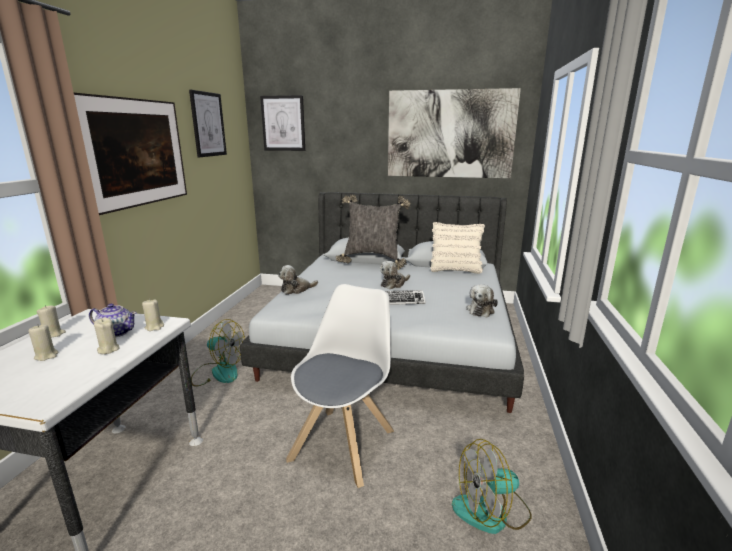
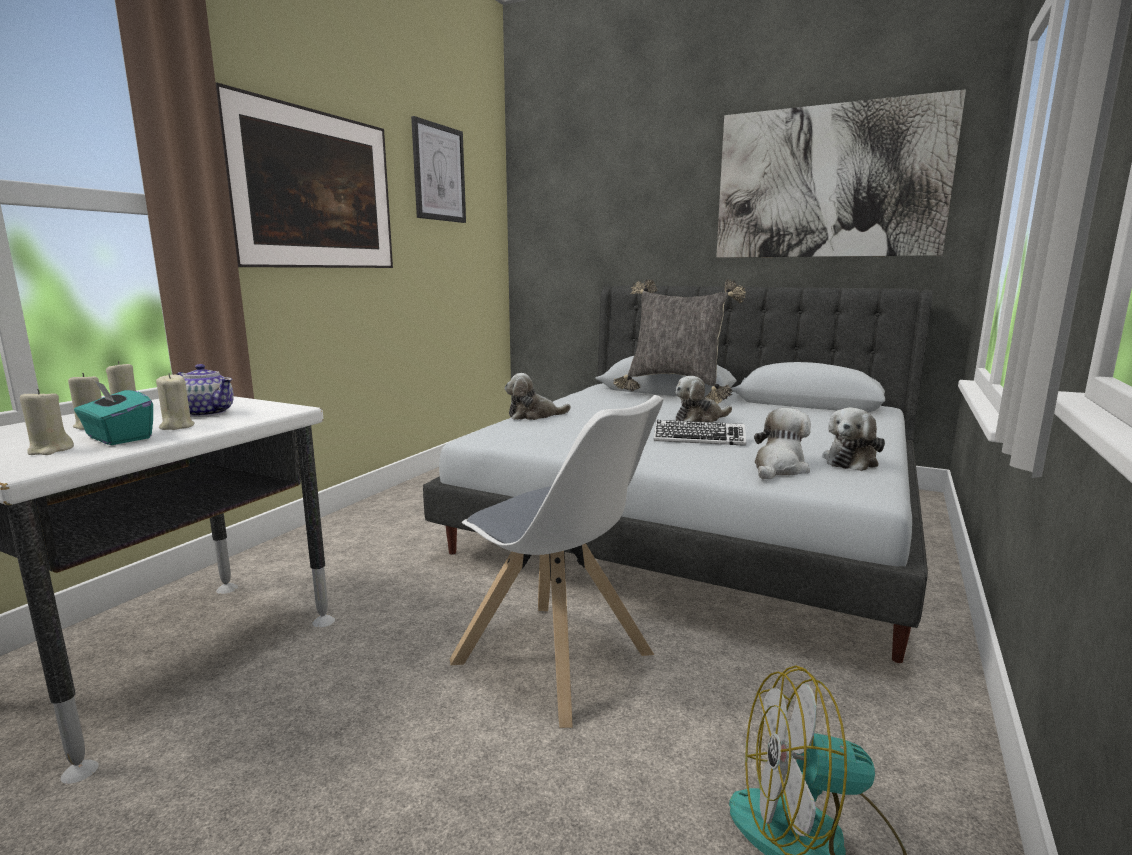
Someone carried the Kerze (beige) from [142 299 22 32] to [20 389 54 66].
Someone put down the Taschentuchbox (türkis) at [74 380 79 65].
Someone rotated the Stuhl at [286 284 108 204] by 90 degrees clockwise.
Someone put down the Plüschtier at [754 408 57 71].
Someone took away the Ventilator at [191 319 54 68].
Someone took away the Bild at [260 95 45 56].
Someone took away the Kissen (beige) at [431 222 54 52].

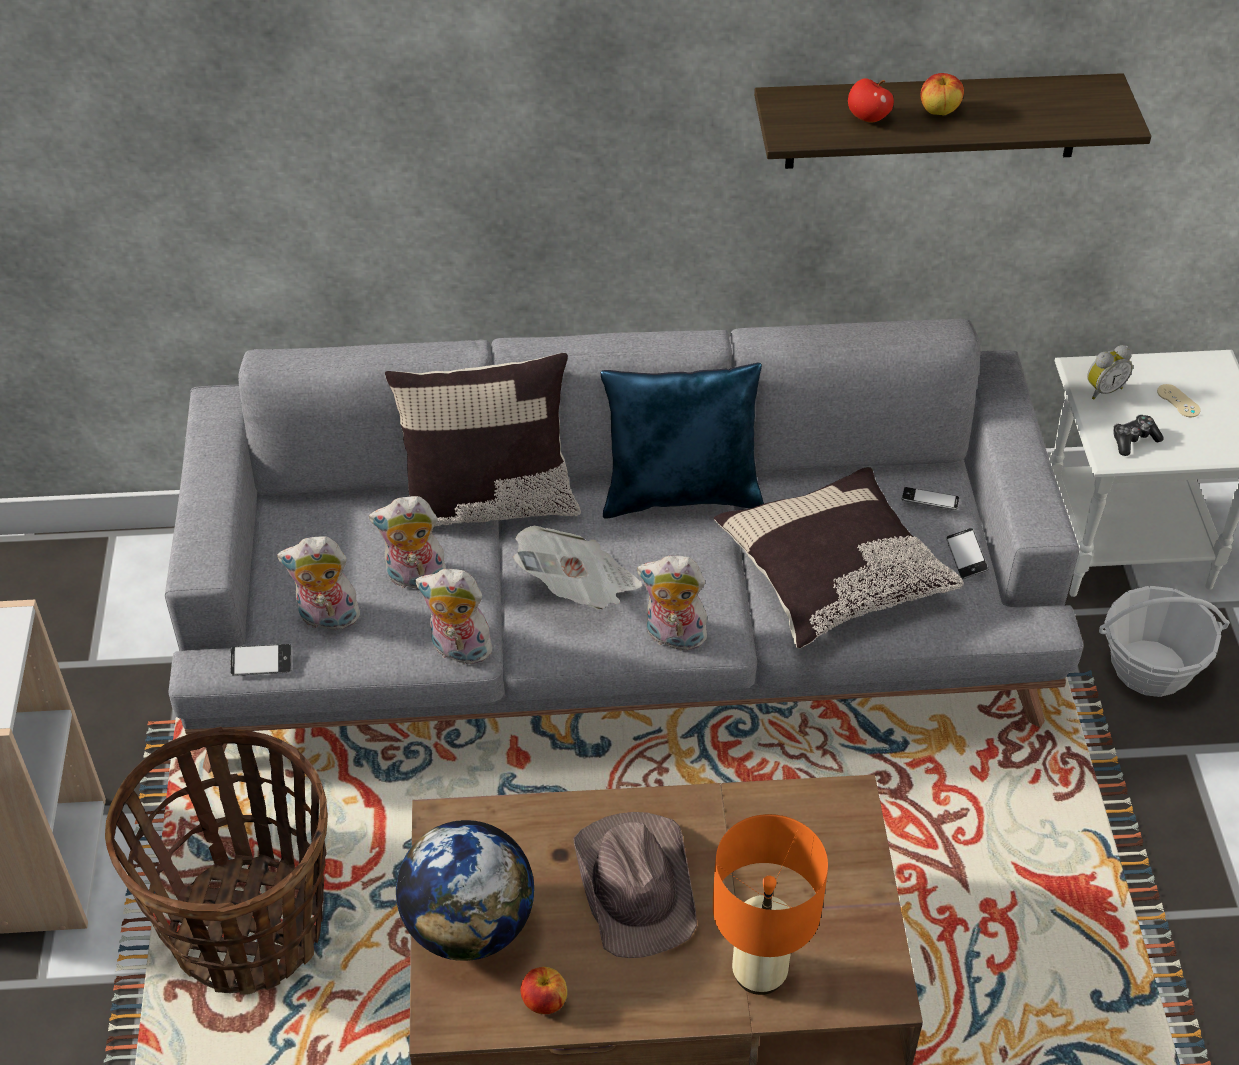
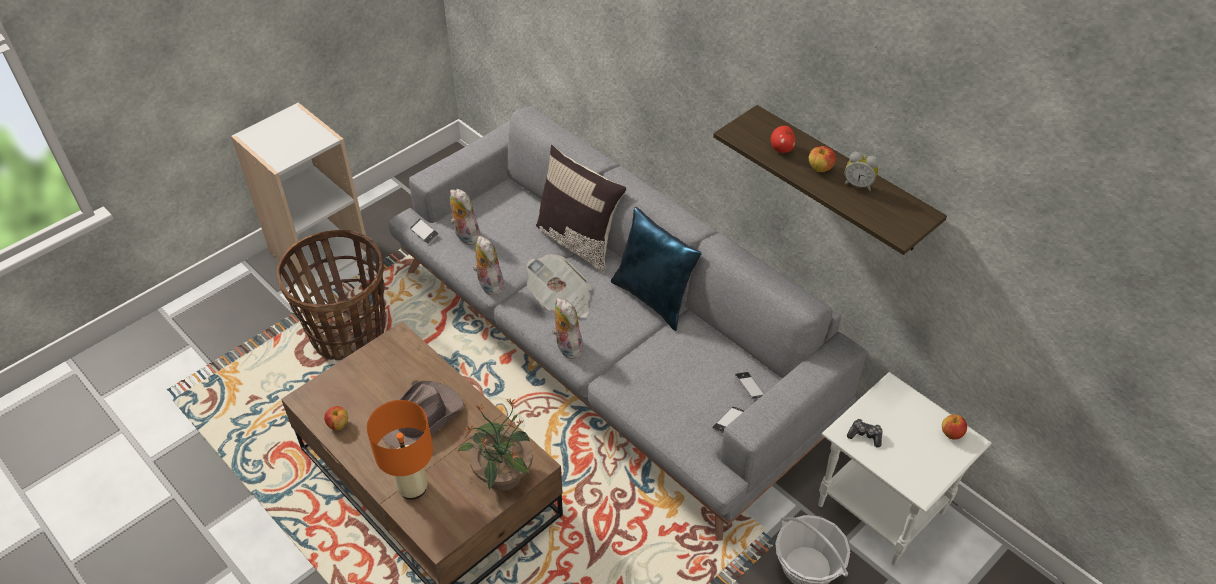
Someone put down the Topfpflanze at [458 399 75 92].
Someone carried the Wecker from [1087 345 46 55] to [844 152 35 39].
Someone put down the Apfel at [942 415 25 25].
Someone took away the Plüschtier at [369 496 77 93].
Someone took away the Globus at [396 820 138 141].
Someone took away the Kissen at [714 467 250 181].
Someone took away the Gamepad (beige) at [1157 384 44 33].

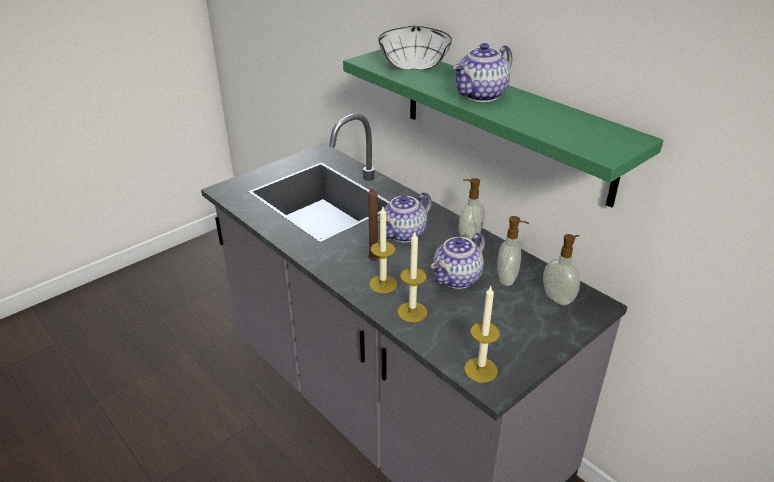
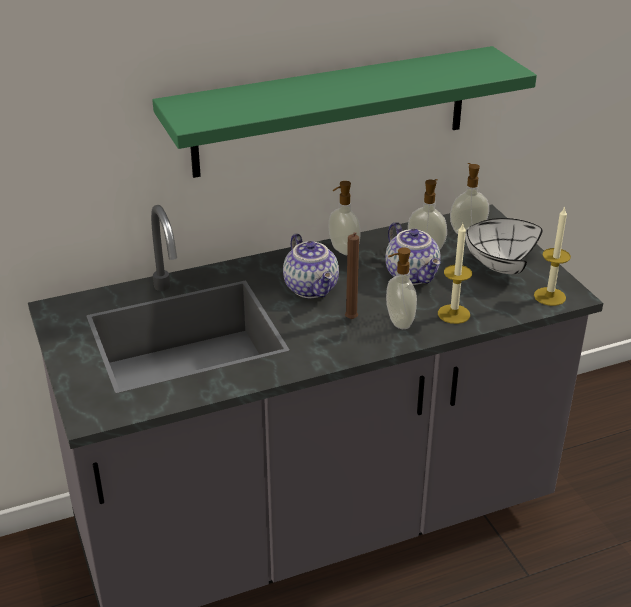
Someone swapped the Kerze at [369 207 28 86] for the Seifenspender at [386 247 31 82].
Someone carried the Schüssel (weiß) from [378 26 74 44] to [465 218 78 56].
Someone took away the Teekanne at [453 43 60 59].

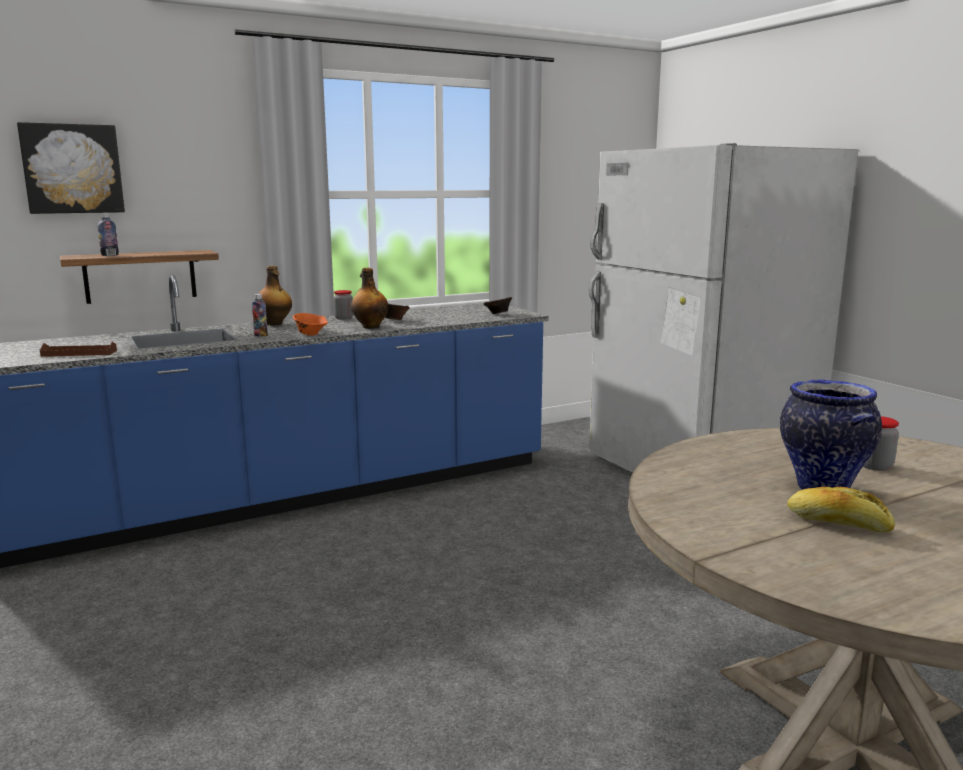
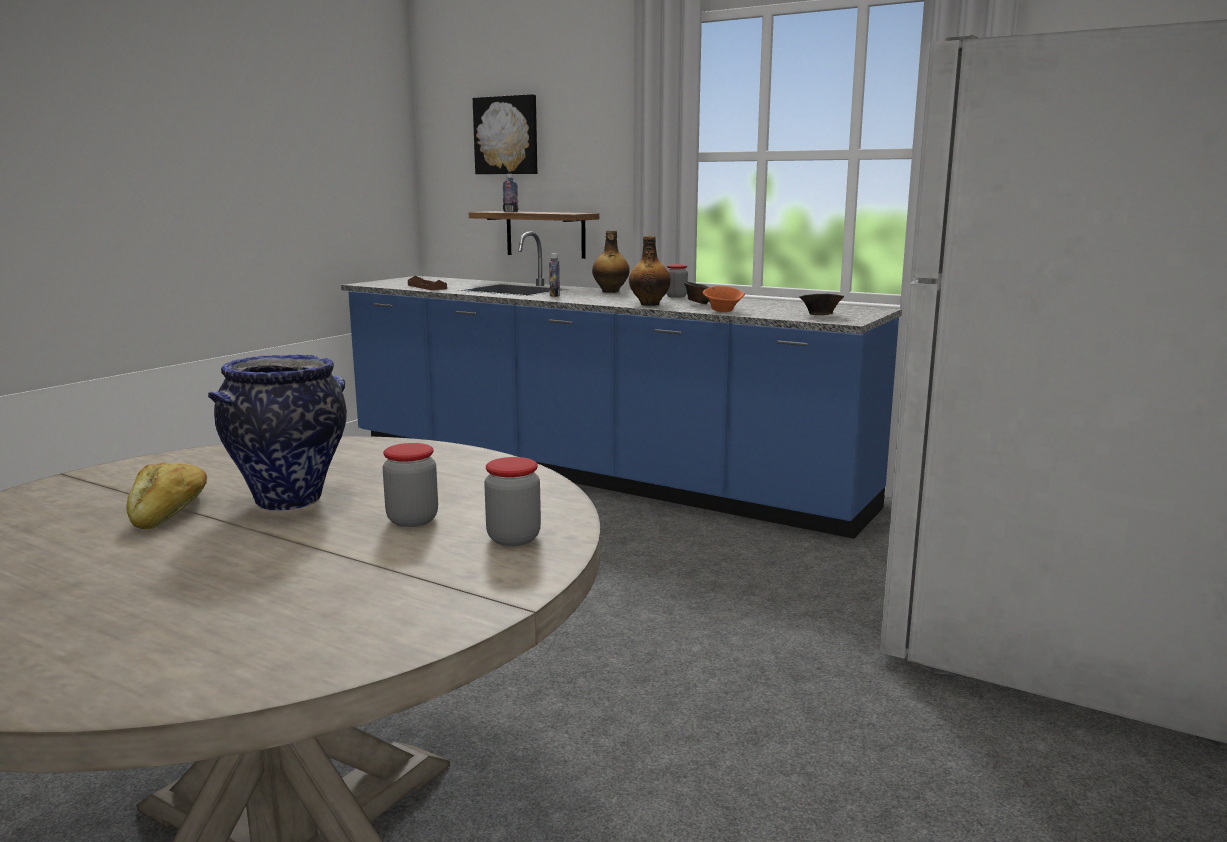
Someone put down the Vorratsglas at [484 457 57 89].
Someone carried the Schüssel (orange) from [293 313 35 23] to [703 286 42 26].

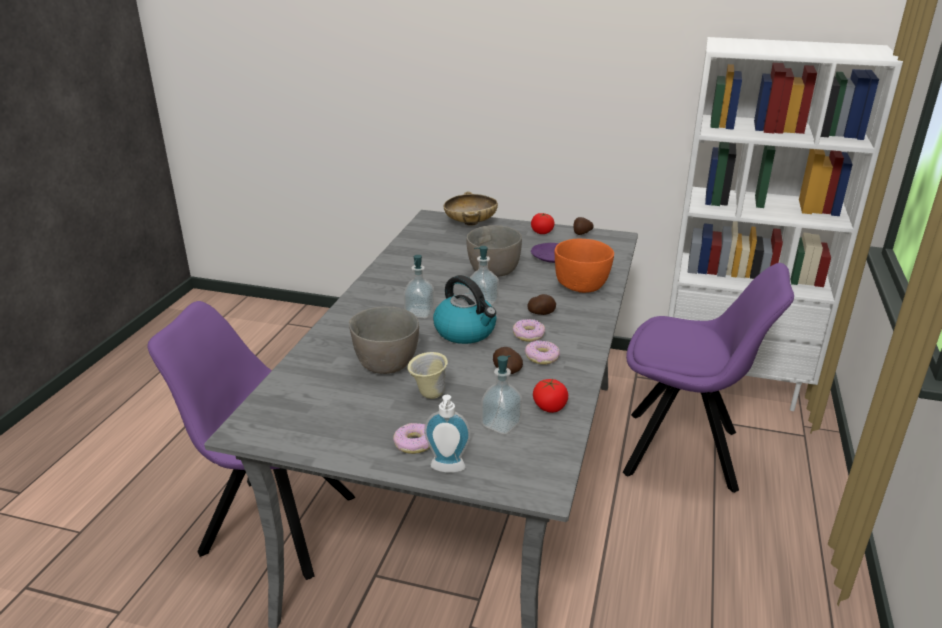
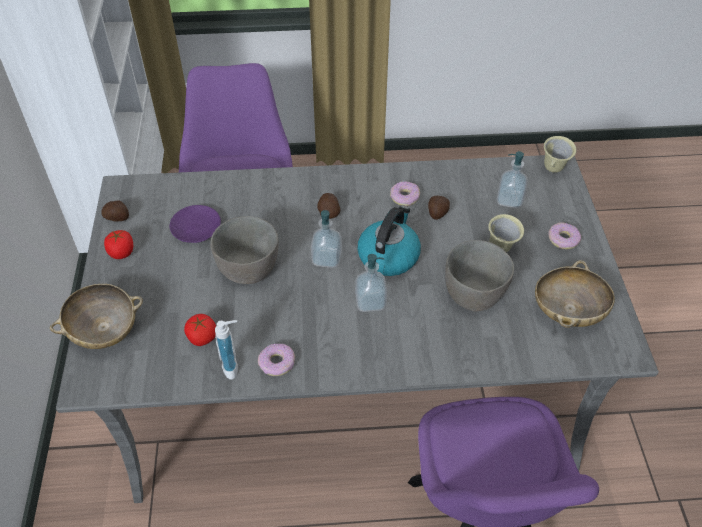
Someone carried the Tomate from [533 379 35 34] to [184 314 32 32].
Someone carried the Seifenspender from [424 395 47 78] to [215 320 23 60].
Someone carried the Donut from [513 319 32 23] to [258 344 37 32].
Someone put down the Schüssel (beige) at [535 260 80 68].
Someone put down the Henkelbecher (beige) at [544 136 33 37].
Someone took away the Schüssel (orange) at [555 239 59 54].

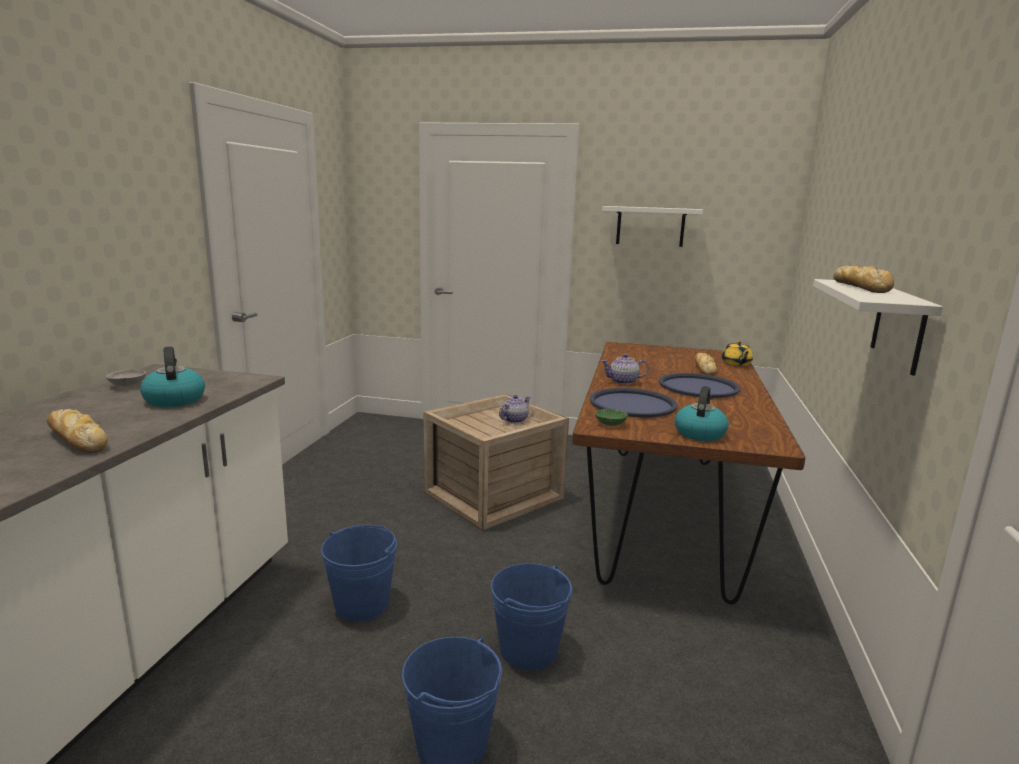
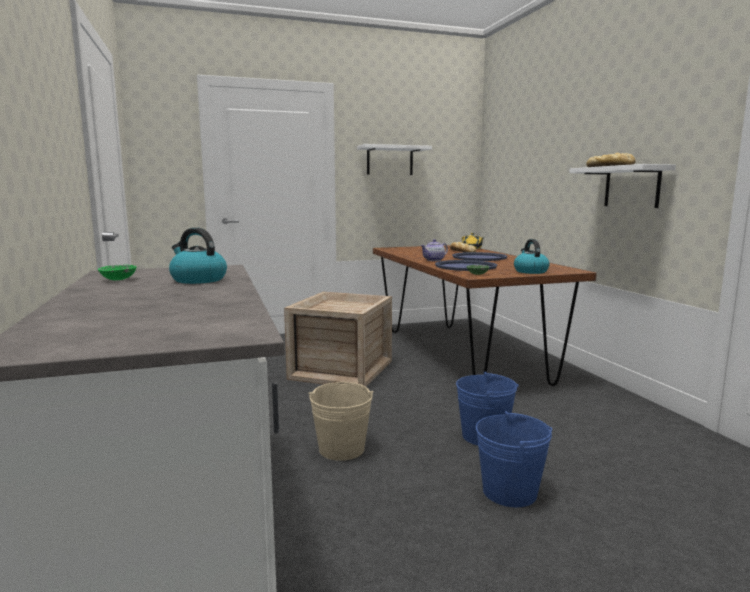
Someone repainted the Schüssel (grau) at [106 369 40 18], which became the Schüssel (grün) at [98 265 38 15].
Someone repainted the Eimer (blau) at [321 525 76 96], which became the Eimer (beige) at [308 382 65 79].
Someone took away the Brot at [47 409 60 44].
Someone took away the Teekanne at [499 395 31 28].

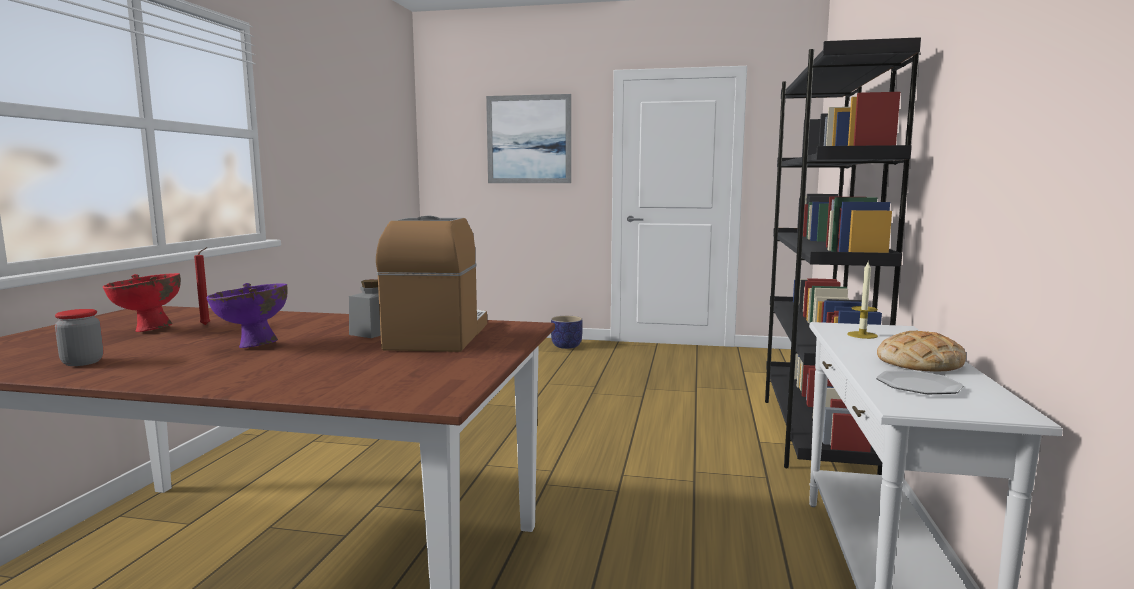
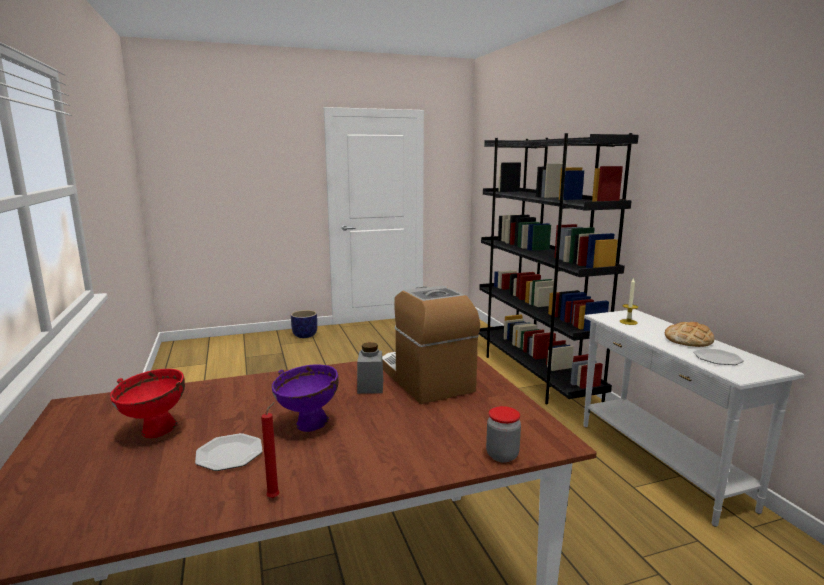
Someone put down the Teller at [195 433 68 38].
Someone carried the Kerze (rot) from [194 247 16 78] to [261 402 18 96].
Someone carried the Vorratsglas from [55 309 48 57] to [486 406 35 57].
Someone took away the Bild at [486 94 85 89].

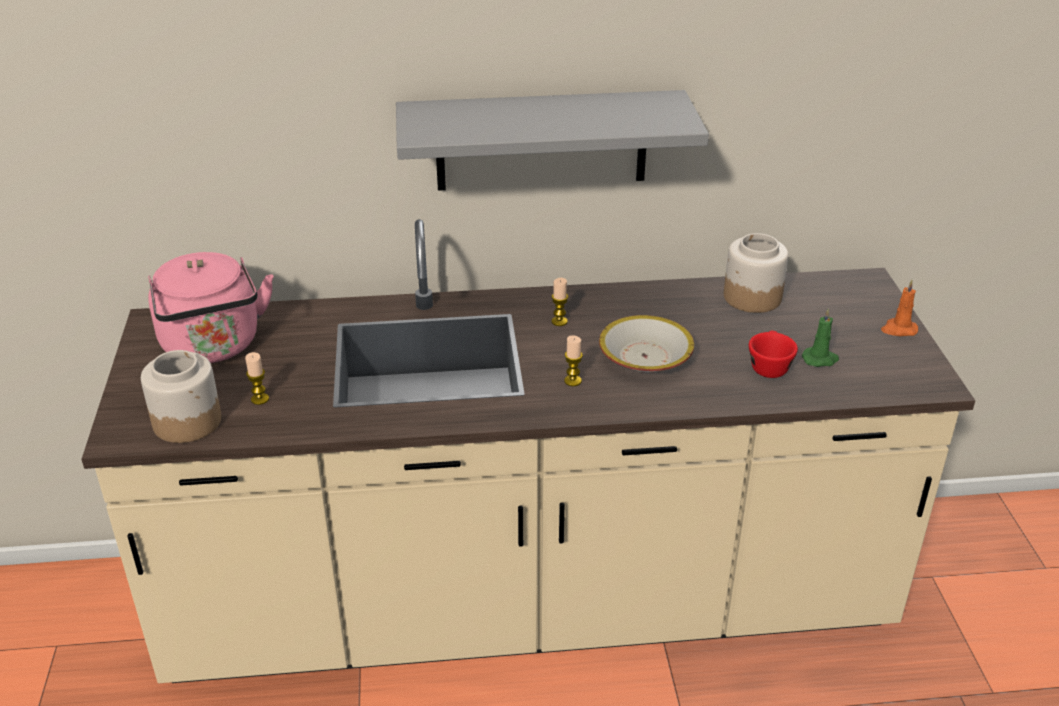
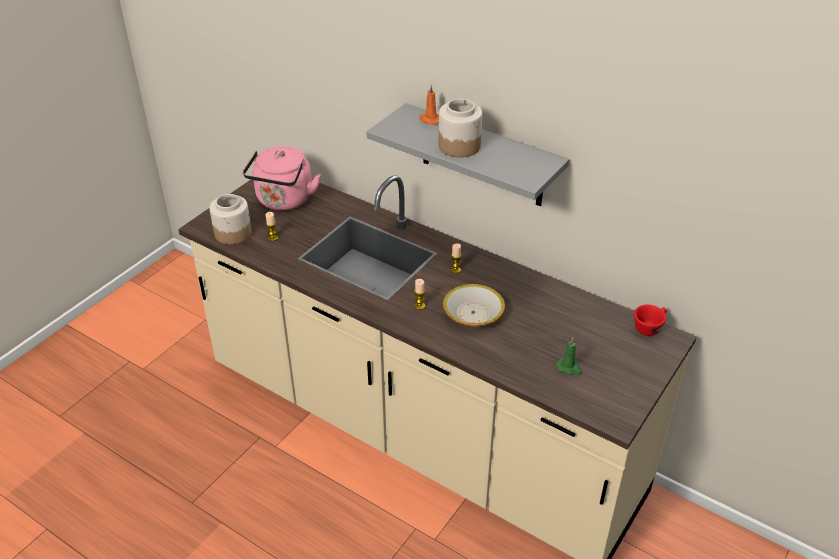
Someone carried the Kerze (orange) from [881 280 37 56] to [419 85 20 40].
Someone carried the Vorratsglas from [724 233 65 80] to [438 99 44 58].
Someone carried the Tasse (rot) from [749 330 49 48] to [634 305 33 31].

